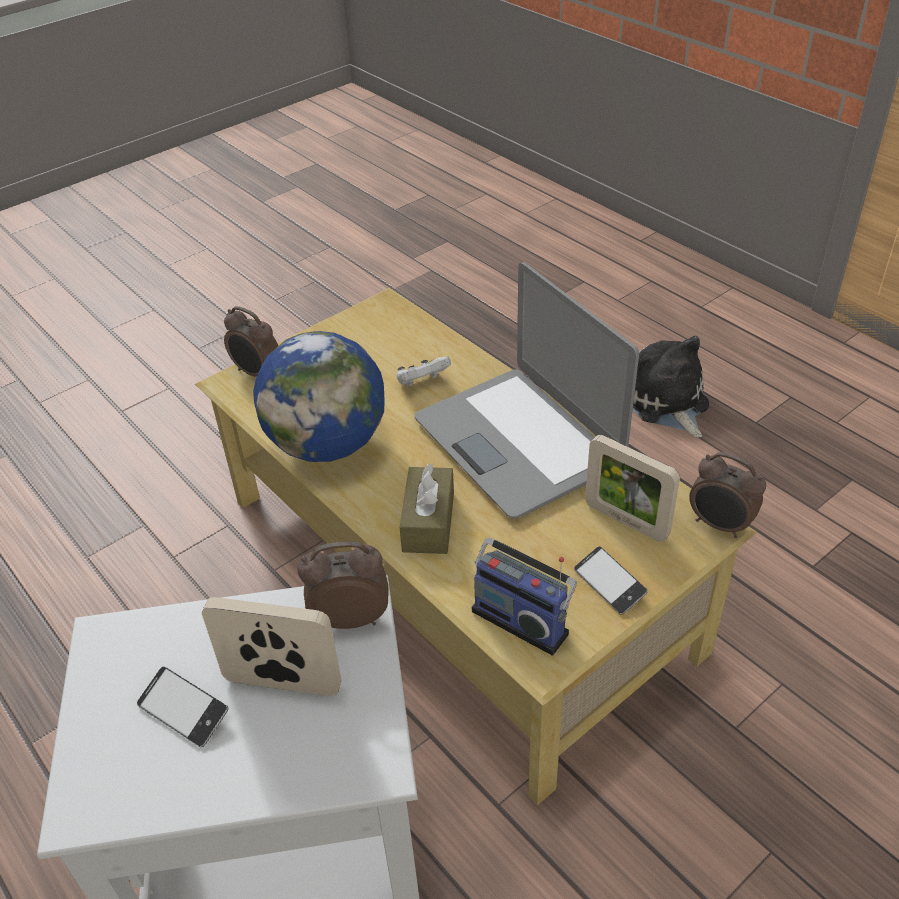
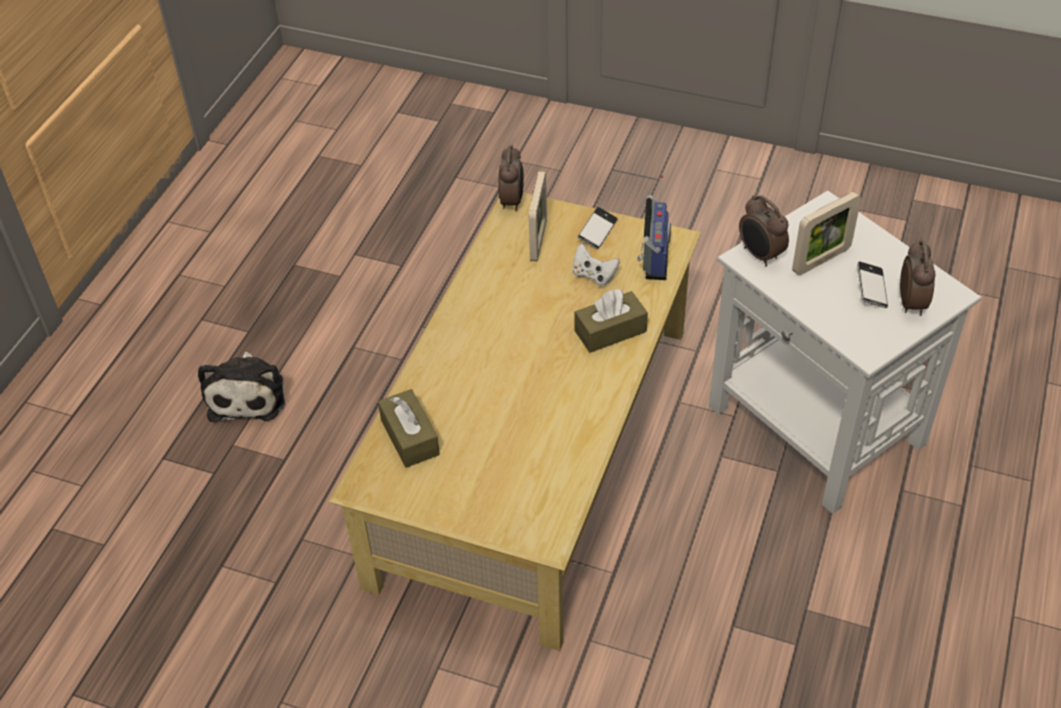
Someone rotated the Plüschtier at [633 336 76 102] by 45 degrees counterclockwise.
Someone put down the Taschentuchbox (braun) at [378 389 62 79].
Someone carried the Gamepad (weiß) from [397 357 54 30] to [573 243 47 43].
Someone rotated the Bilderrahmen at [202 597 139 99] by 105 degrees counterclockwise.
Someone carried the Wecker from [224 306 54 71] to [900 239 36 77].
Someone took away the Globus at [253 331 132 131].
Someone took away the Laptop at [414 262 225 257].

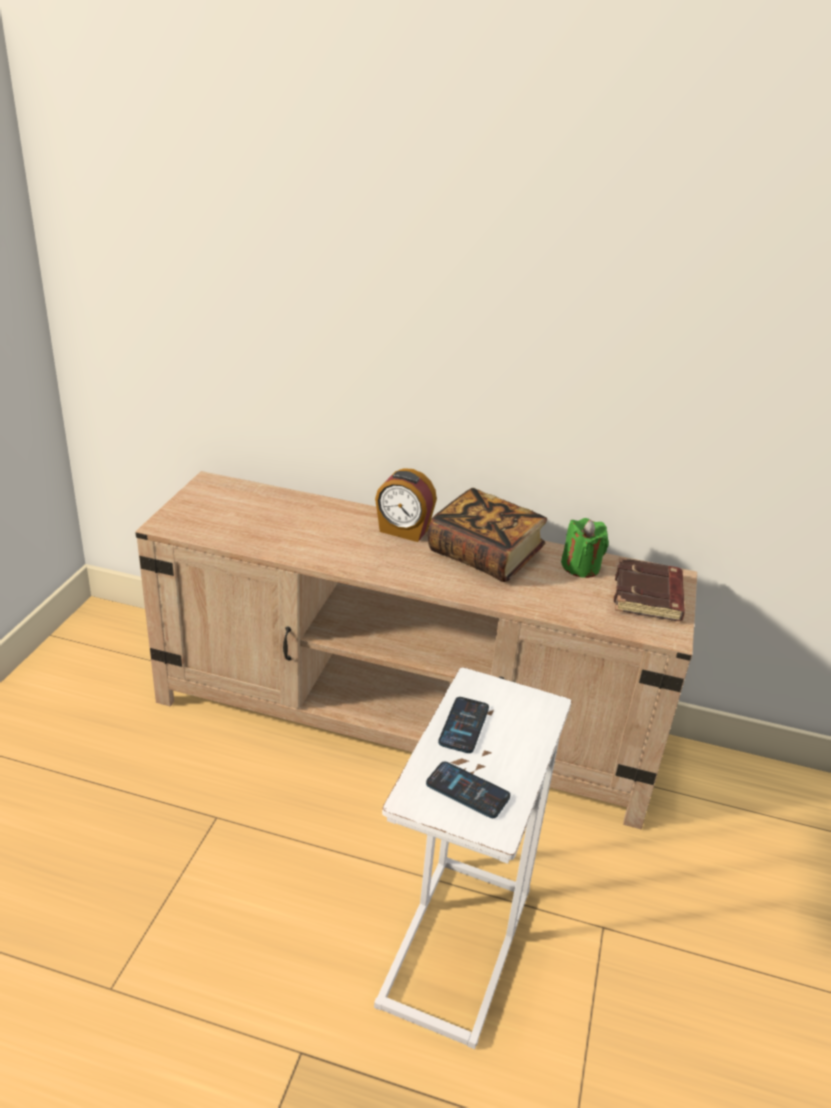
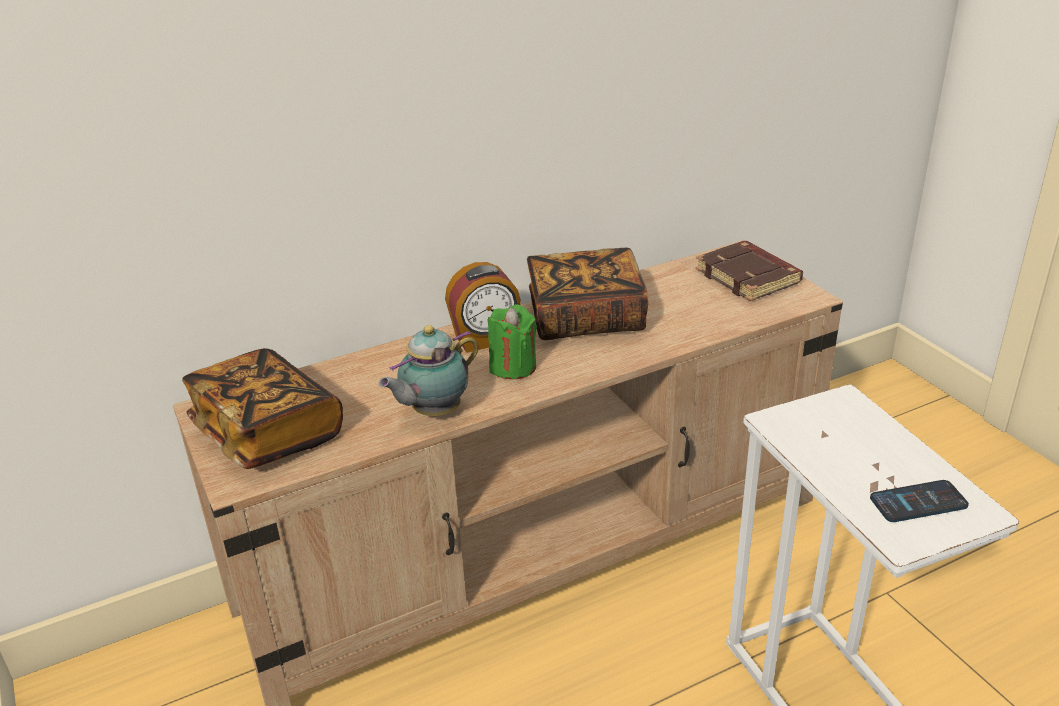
Someone put down the Buch at [182 348 161 121].
Someone put down the Teekanne at [378 325 100 91].
Someone carried the Kerze (grün) from [561 518 48 60] to [488 305 49 74].
Someone took away the Handy at [438 697 51 56].

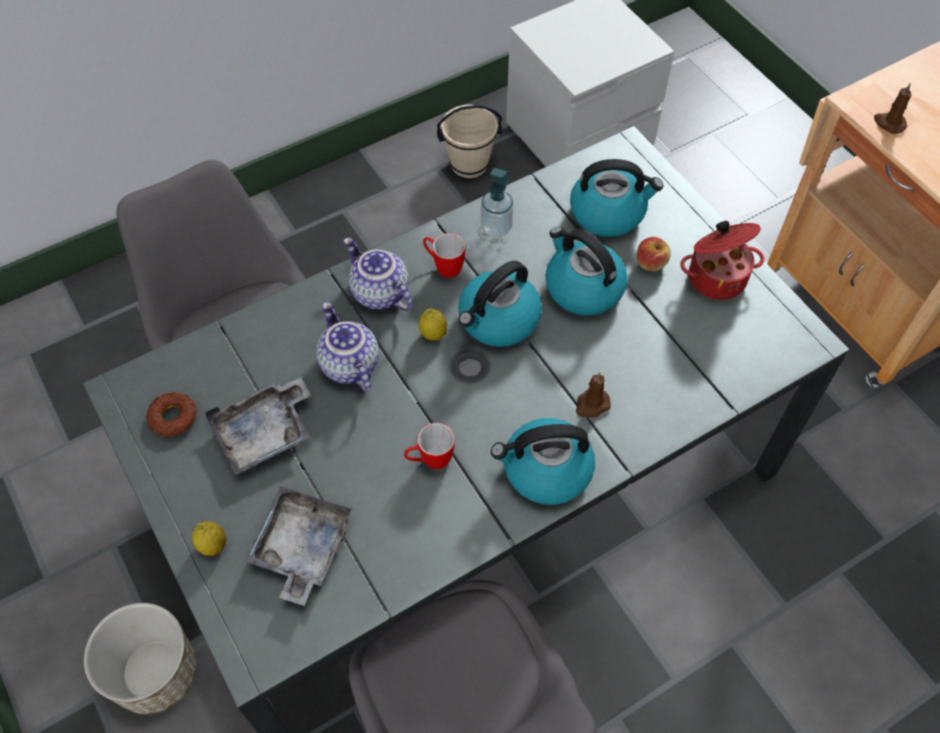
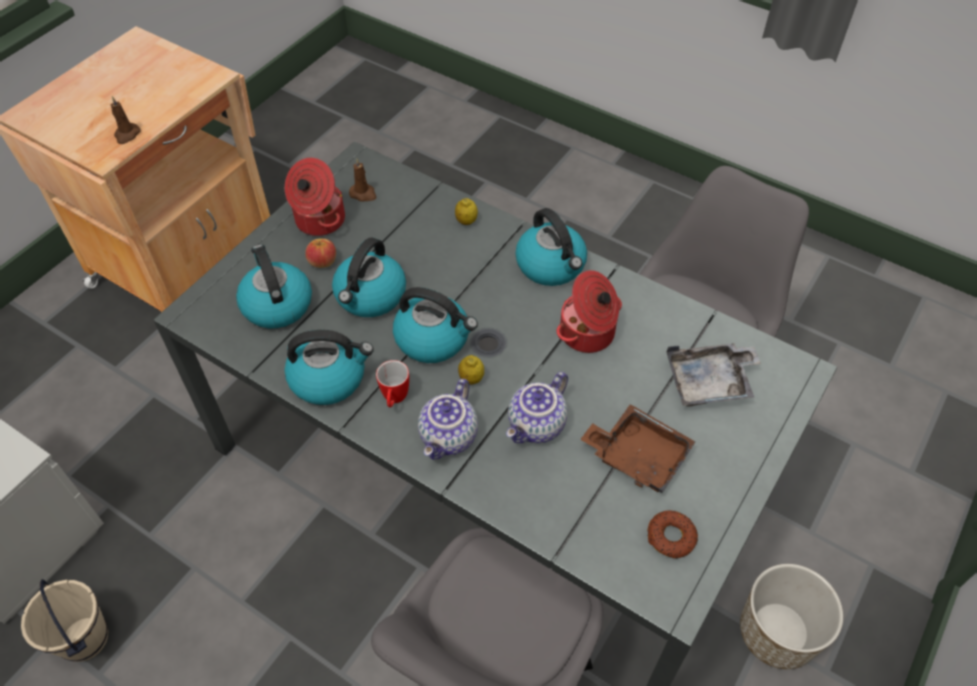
Someone swapped the Seifenspender at [480 168 34 69] for the Wasserkessel at [284 330 90 75].
Someone carried the Kerze (braun) from [576 372 35 46] to [349 158 27 43].
Someone carried the Zitrone from [192 521 34 35] to [455 198 23 27].
Someone swapped the Henkelbecher at [404 423 51 46] for the Kochtopf at [556 270 66 83].
Someone repainted the Tablett (grau) at [205 377 106 98], which became the Tablett (braun) at [580 404 115 89].

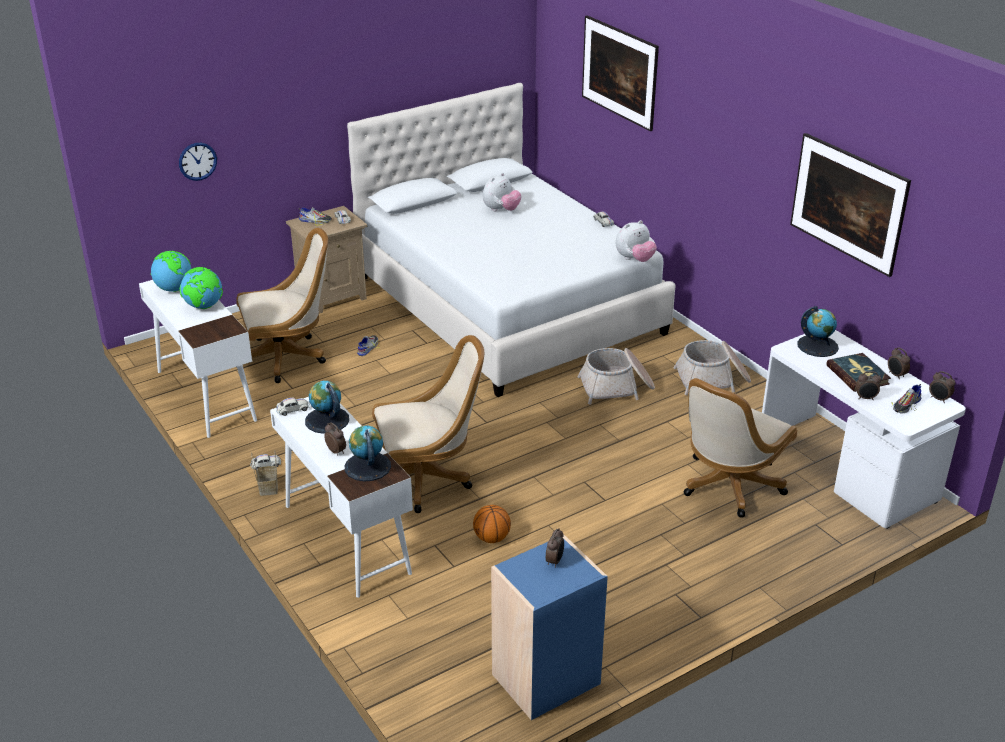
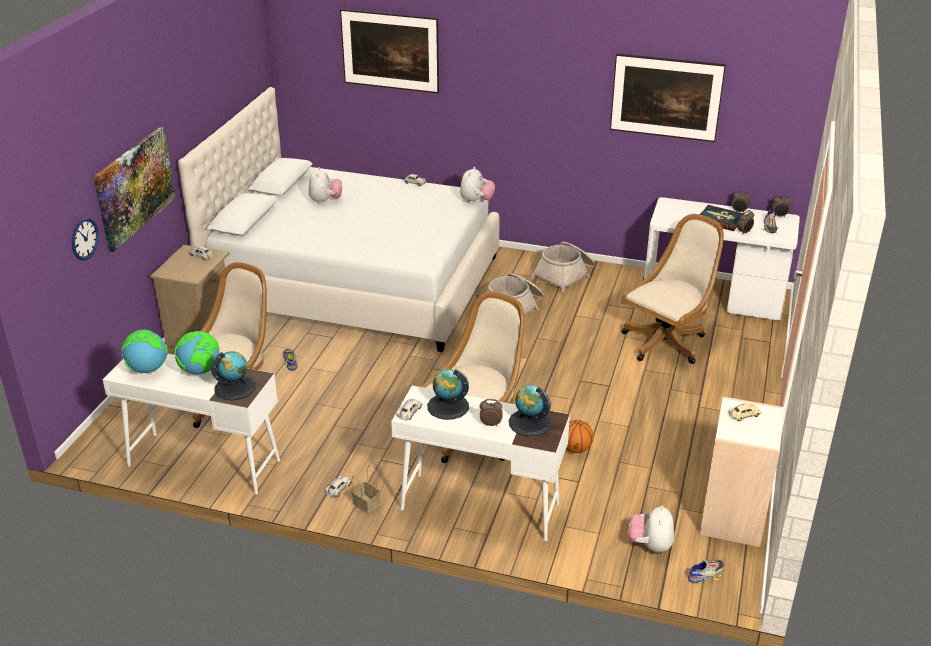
Someone put up the Bild at [93 127 83 125].
Someone carried the Globus from [797 306 42 51] to [211 351 45 50].
Someone rotated the Bürostuhl at [684 378 113 140] by 135 degrees counterclockwise.
Someone put down the Plüschtier at [628 505 46 48].
Someone carried the Schuh from [299 207 33 19] to [688 560 36 23].
Someone repainted the Bücherregal (blau) at [491 535 117 185], which became the Bücherregal (weiß) at [700 397 84 150].
Someone swapped the Wecker at [546 528 18 40] for the Spielzeugauto (beige) at [729 403 32 18].

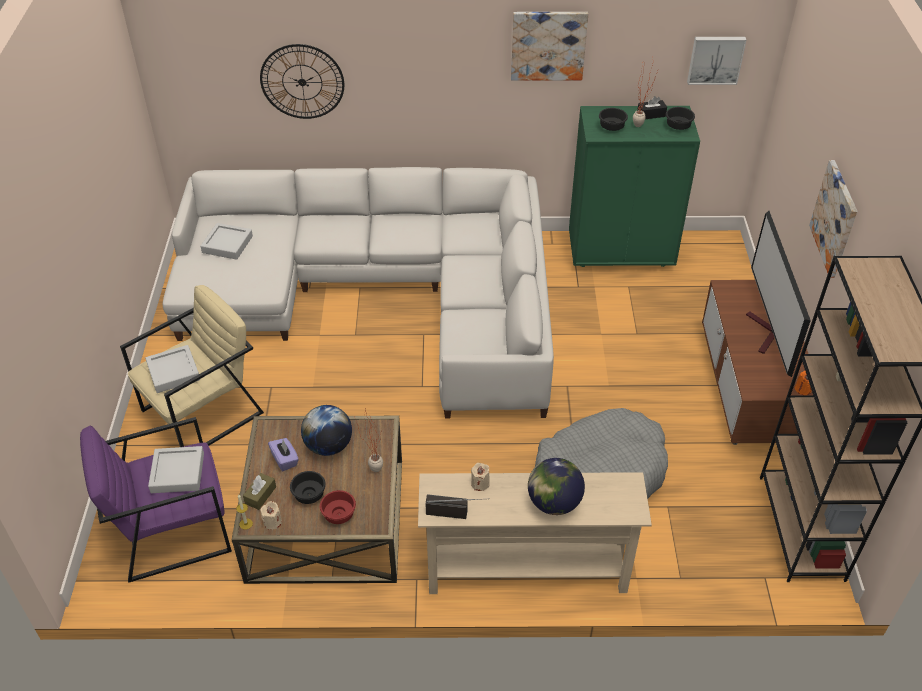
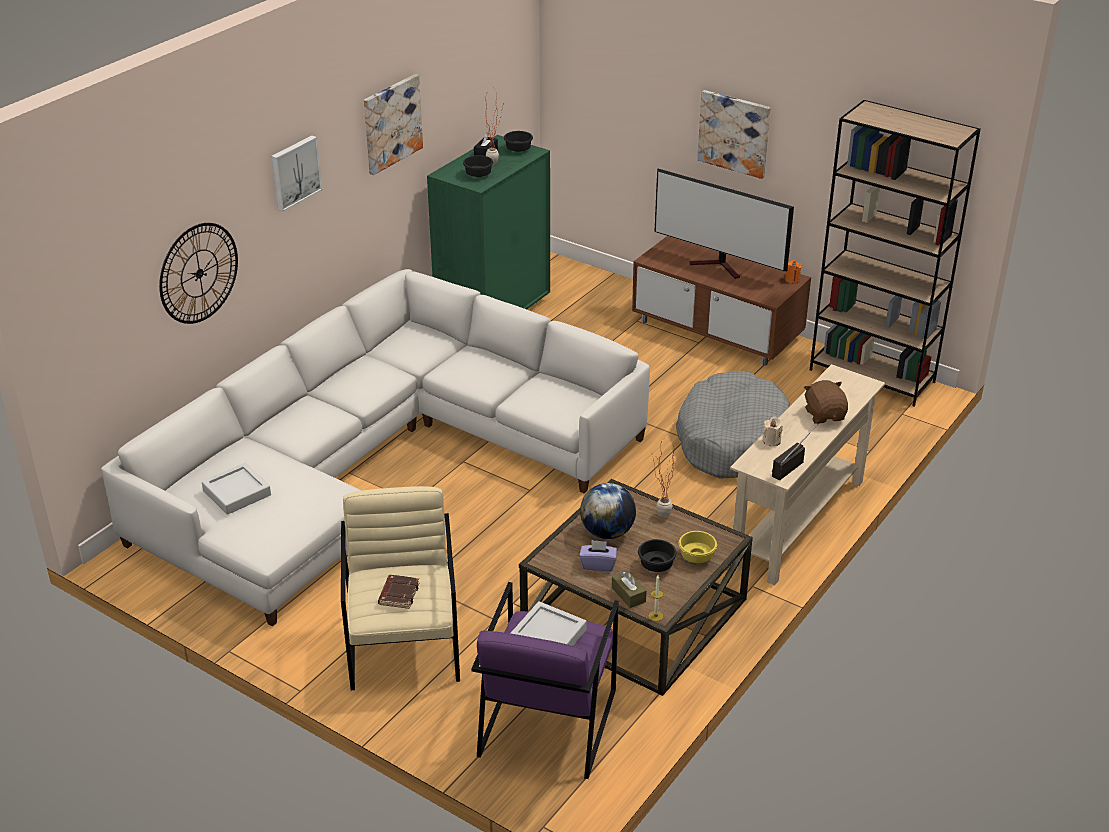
Someone carried the Bild from [687 37 60 48] to [271 135 51 77].
Someone swapped the Tablett (grau) at [145 345 55 48] for the Buch (braun) at [378 575 42 34].
Someone repainted the Schüssel (rot) at [320 490 36 34], which became the Schüssel (gelb) at [679 531 38 32].
Someone swapped the Globus at [528 458 57 57] for the Plüschtier (braun) at [804 380 44 44].
Someone took away the Kerze (beige) at [260 501 22 29].

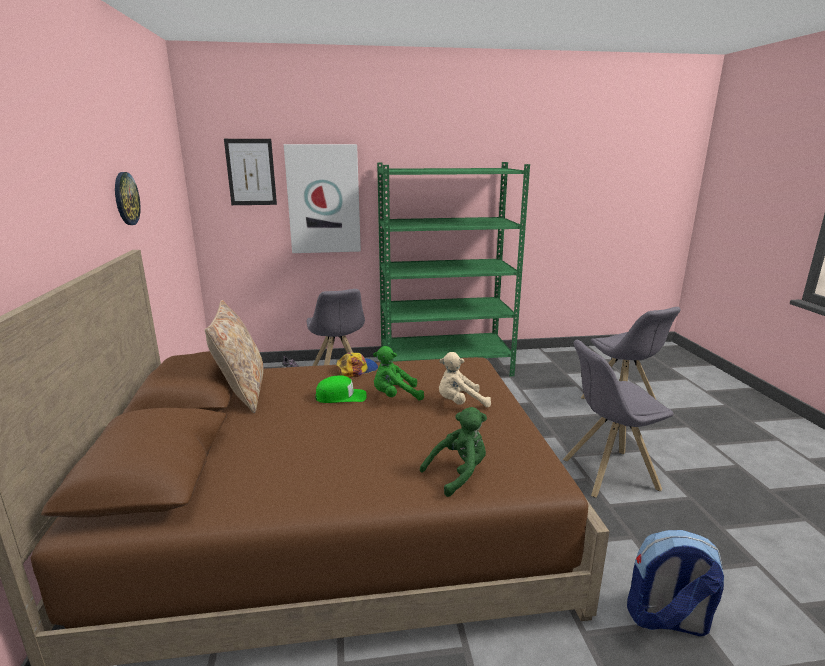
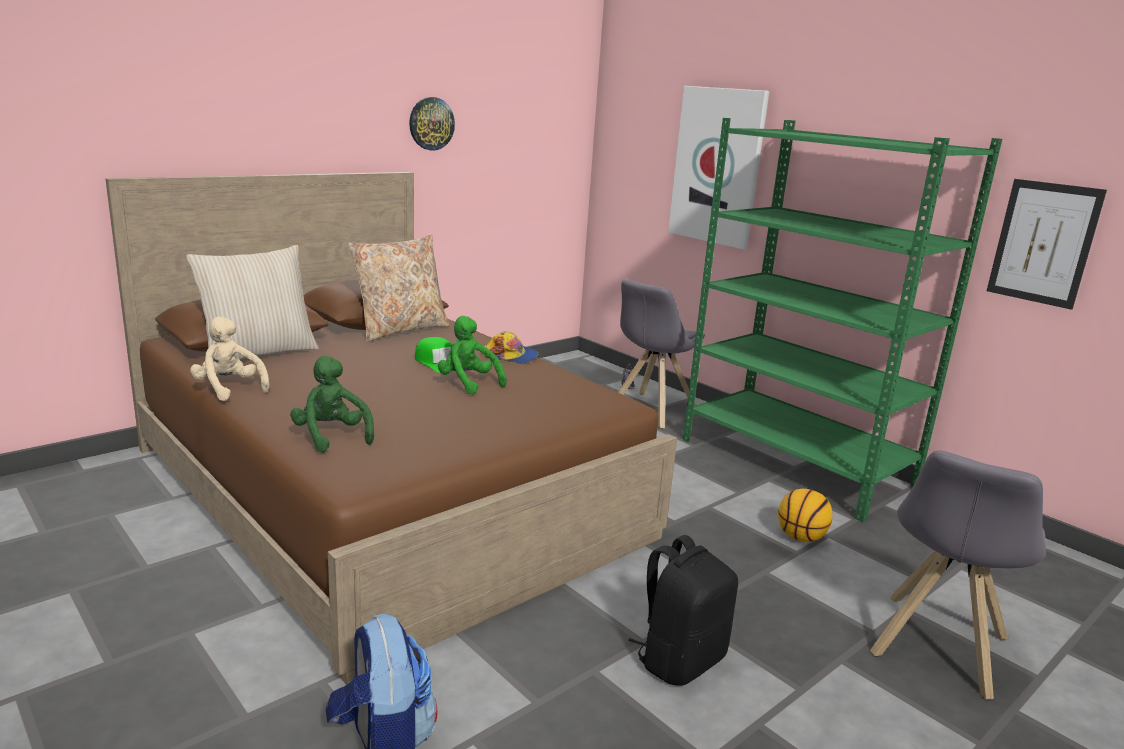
Someone put down the Kissen (beige) at [186 245 133 114].
Someone carried the Plüschtier (beige) from [439 352 52 55] to [190 317 80 84].
Someone rotated the Plüschtier (grün) at [420 407 67 90] by 150 degrees counterclockwise.
Someone swapped the Stuhl (grau) at [563 340 110 157] for the Rucksack (schwarz) at [628 535 110 151].
Someone put down the Basketball at [778 489 55 53].
Someone carried the Bild from [224 139 53 66] to [987 179 120 131].

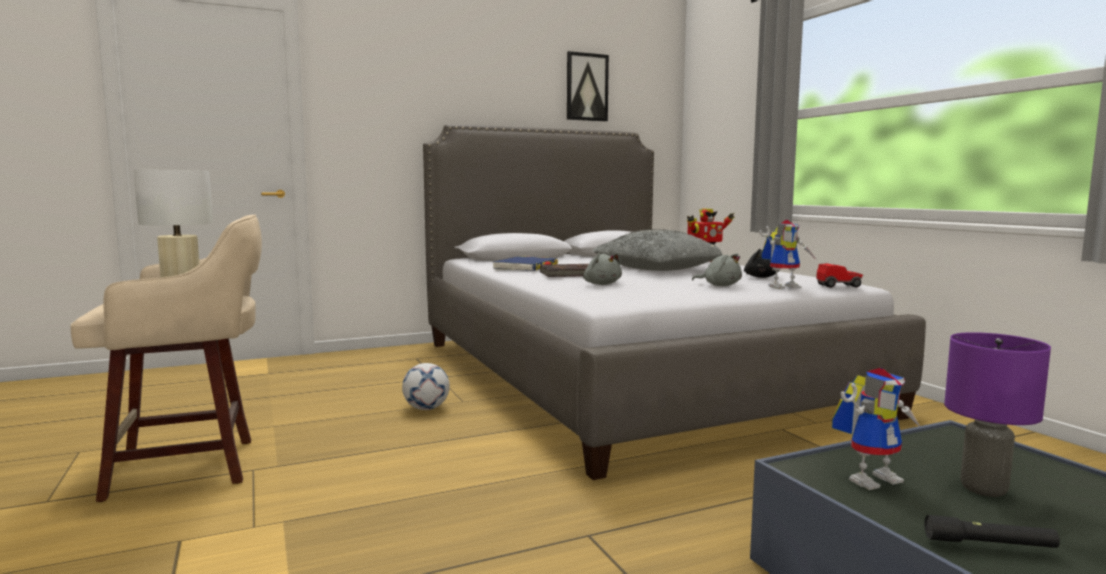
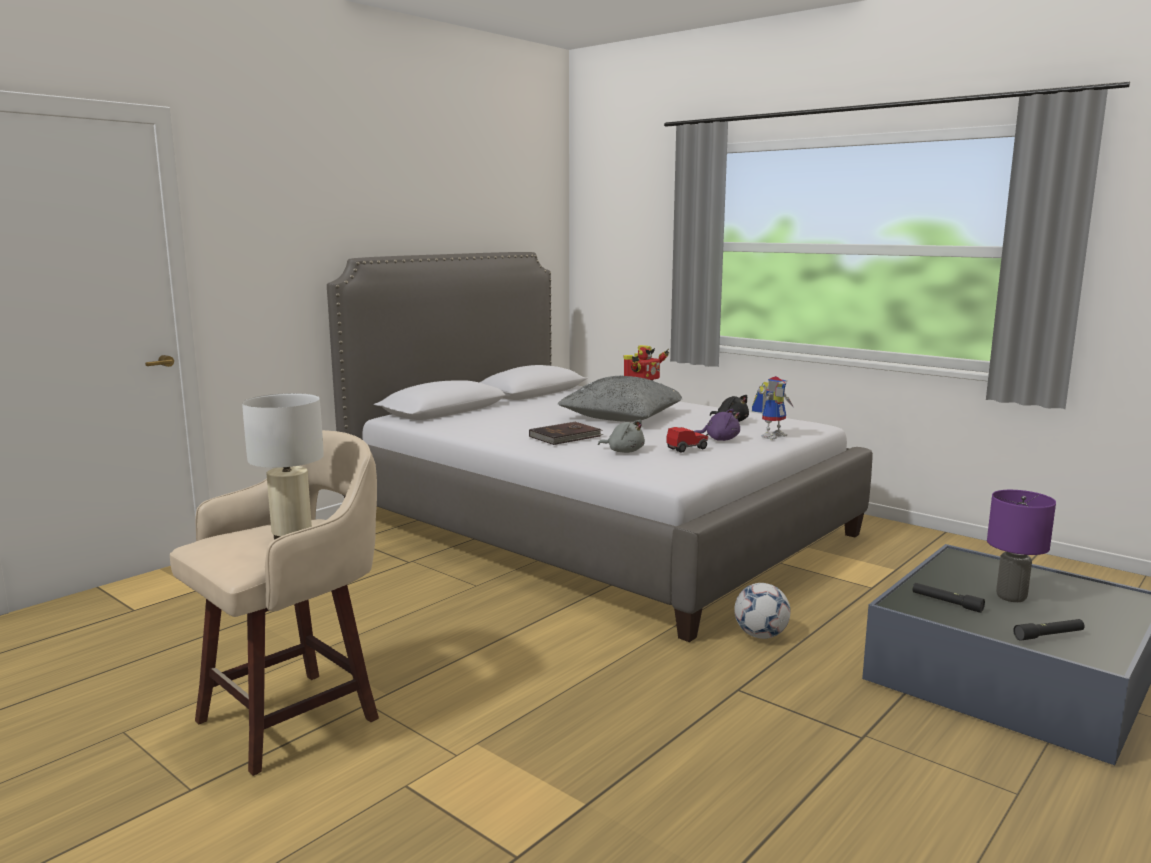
Someone carried the Spielzeugauto from [816 263 47 25] to [666 427 42 26].
Someone repainted the Plüschtier (grau) at [692 254 50 32], which became the Plüschtier (lila) at [694 409 46 32].
Someone carried the Fußball from [402 363 48 47] to [734 583 56 56].
Someone swapped the Spielzeugroboter at [832 368 89 122] for the Taschenlampe (schwarz) at [912 583 73 30].
Someone took away the Buch (blau) at [493 256 65 15].
Someone took away the Bild at [567 51 42 71].

